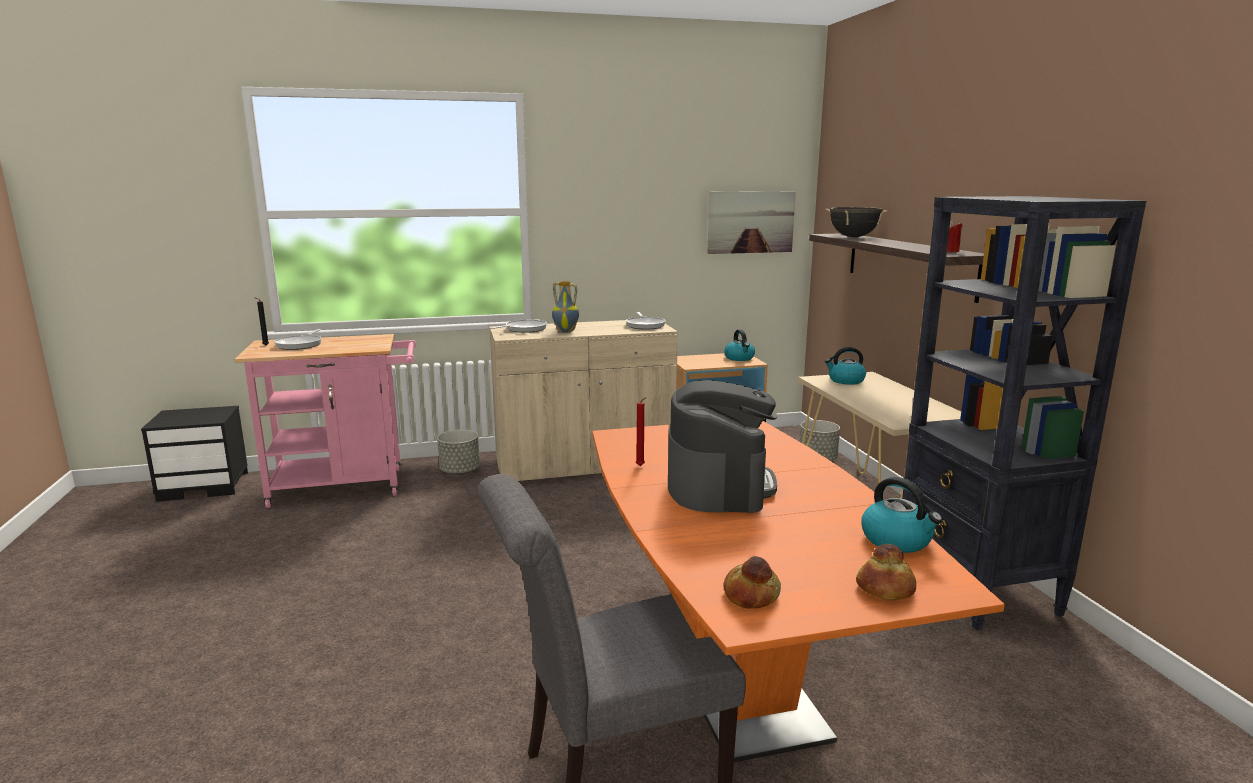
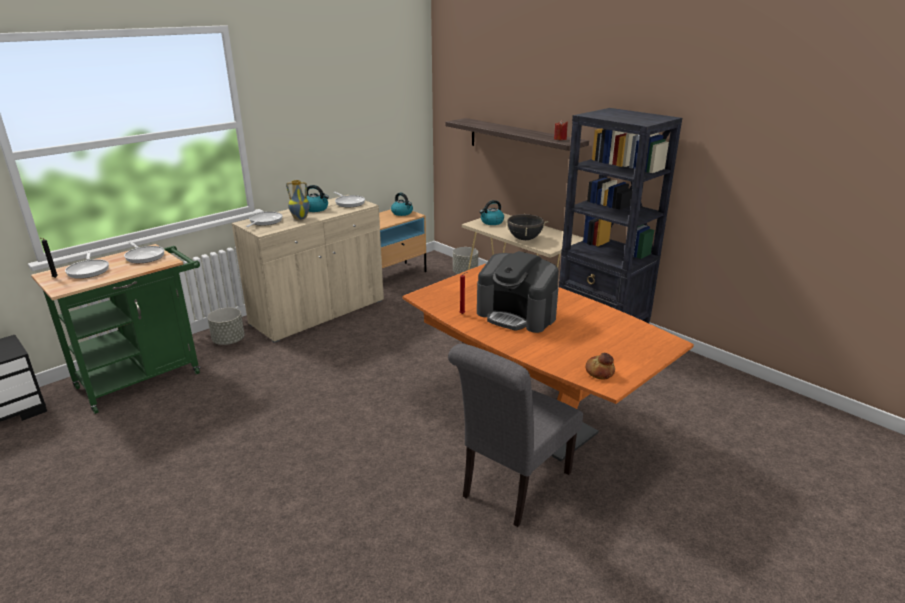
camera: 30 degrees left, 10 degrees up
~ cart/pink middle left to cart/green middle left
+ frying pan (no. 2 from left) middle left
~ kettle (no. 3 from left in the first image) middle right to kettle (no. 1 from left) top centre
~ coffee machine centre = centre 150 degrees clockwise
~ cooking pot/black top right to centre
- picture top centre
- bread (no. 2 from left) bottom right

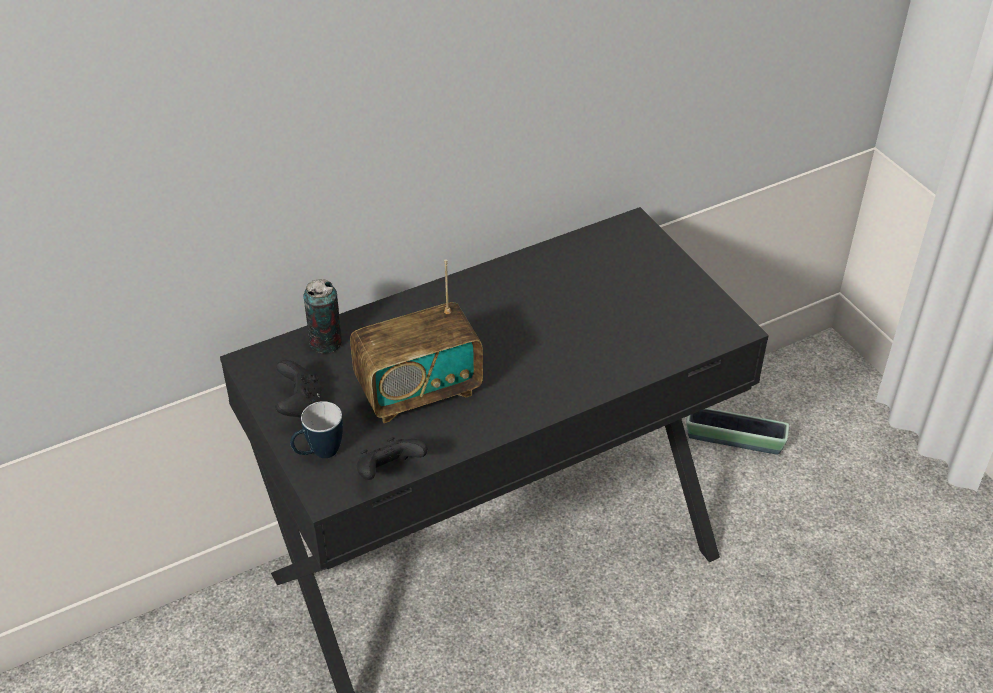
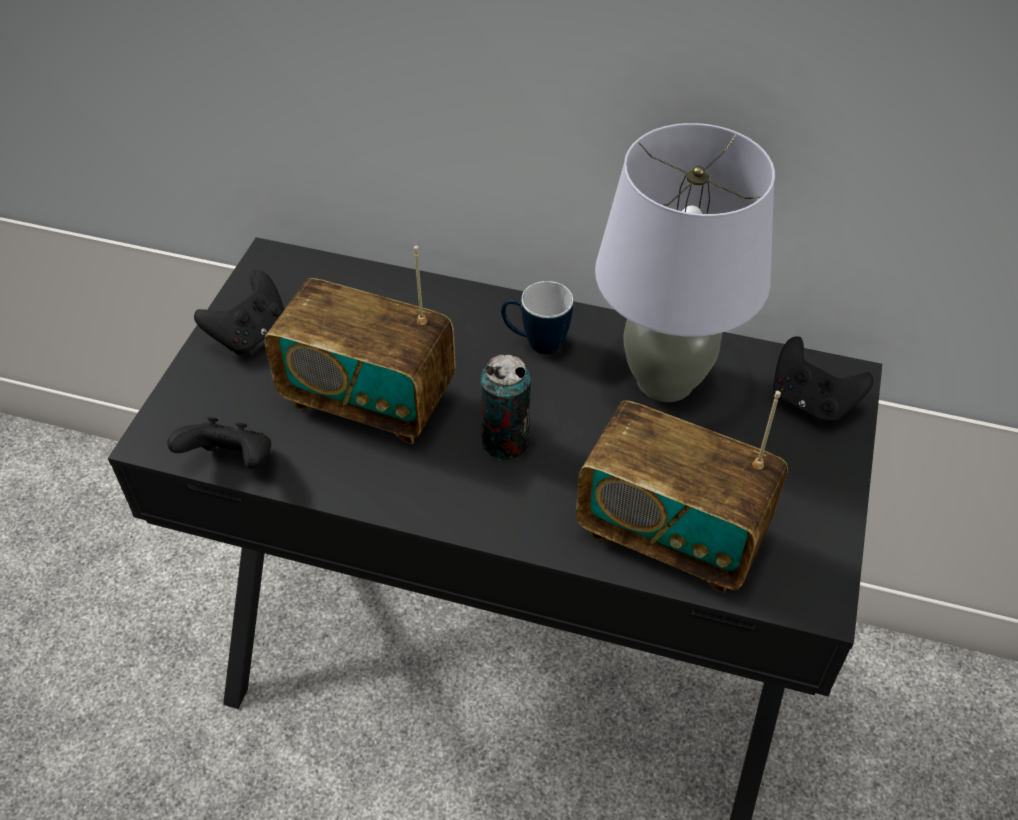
camera: 45 degrees right, 5 degrees up
~ can middle left to centre
~ mug middle left to centre
+ radio (no. 2 from left) middle right
+ table lamp/grey top right
+ game controller/black (no. 3 from left) middle right
- planter middle right

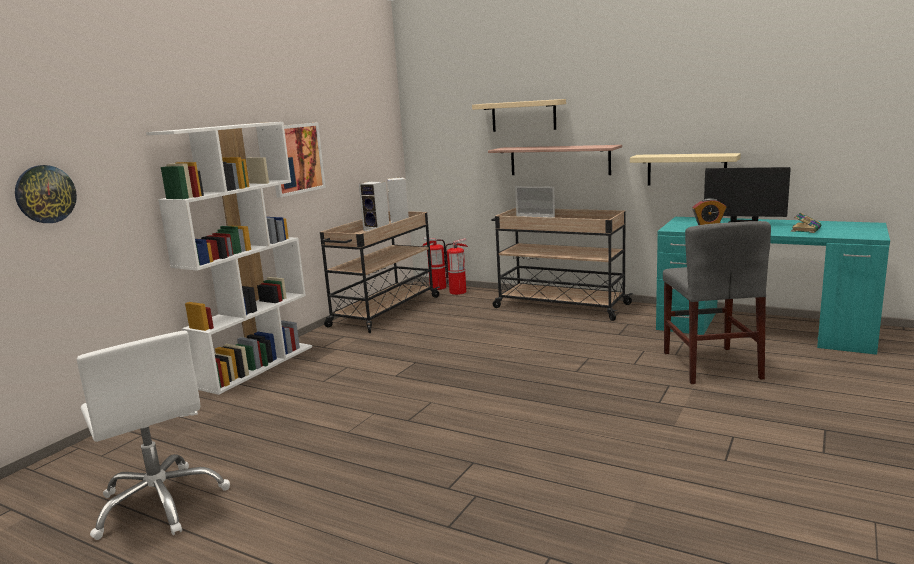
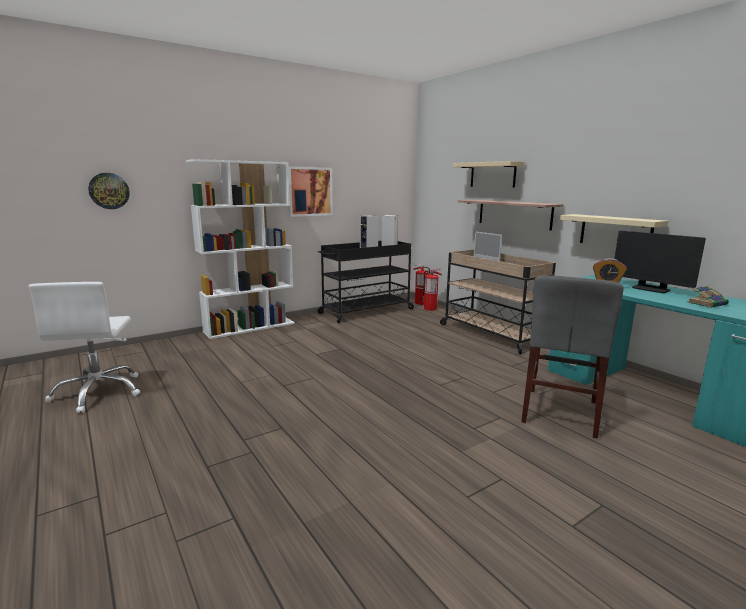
camera: 25 degrees right, 0 degrees up
~ cart/beige (no. 1 from left) centre to cart/black centre

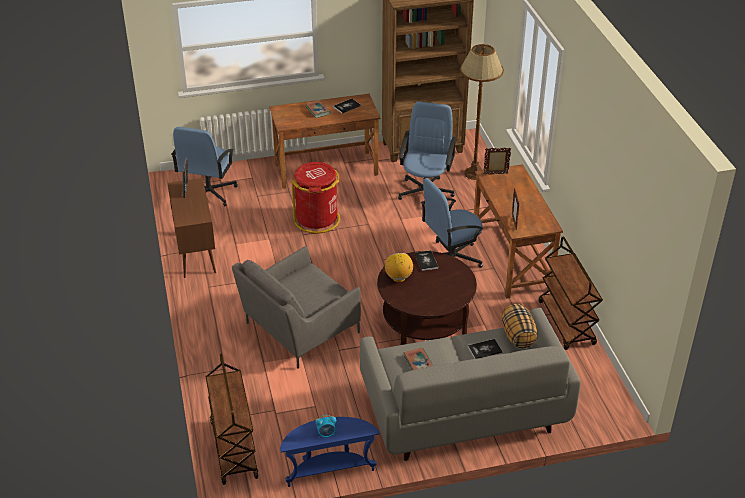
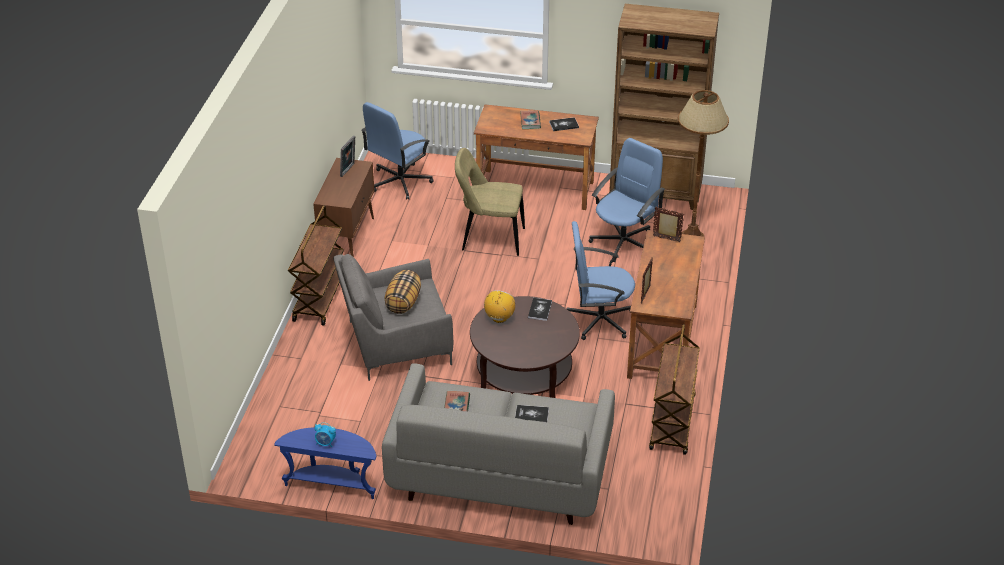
camera: 25 degrees right, 0 degrees up
~ cart/brown (no. 1 from left) bottom left to middle left
~ pillow middle right to centre
~ trash can/red centre to chair/beige centre

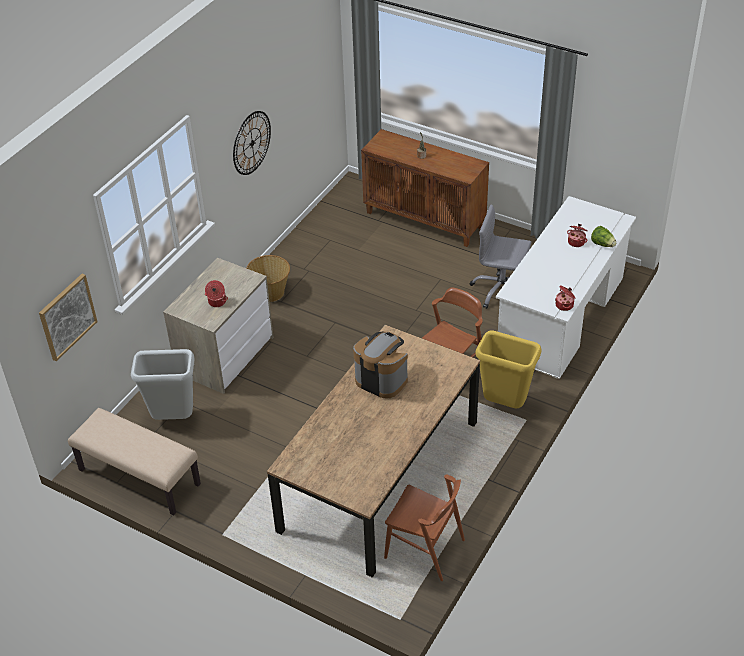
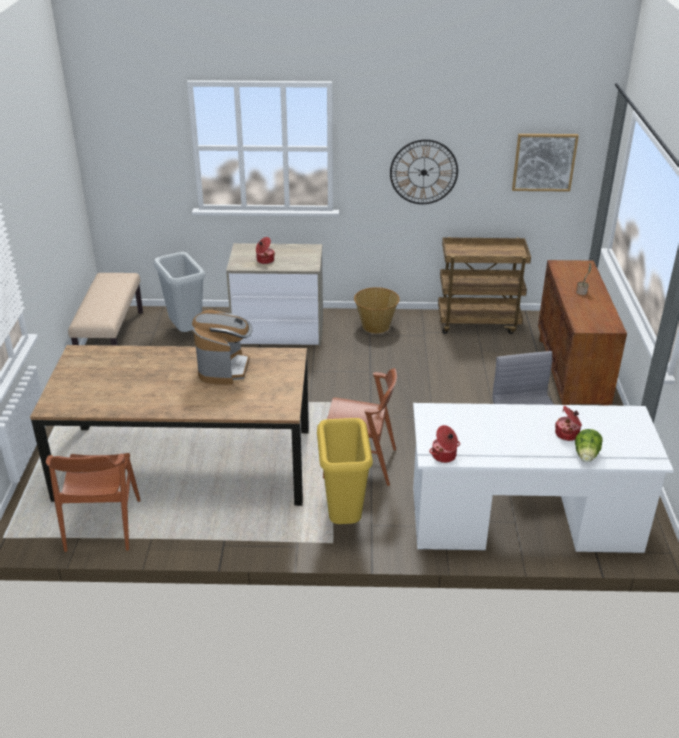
camera: 60 degrees right, 10 degrees down
+ cart/brown middle right
~ picture middle left to top right

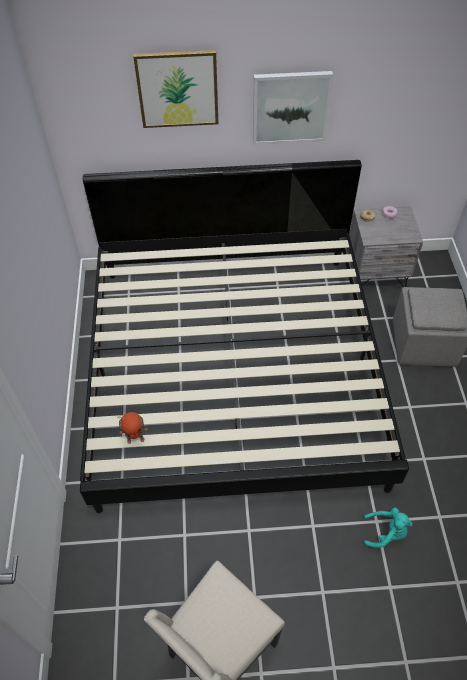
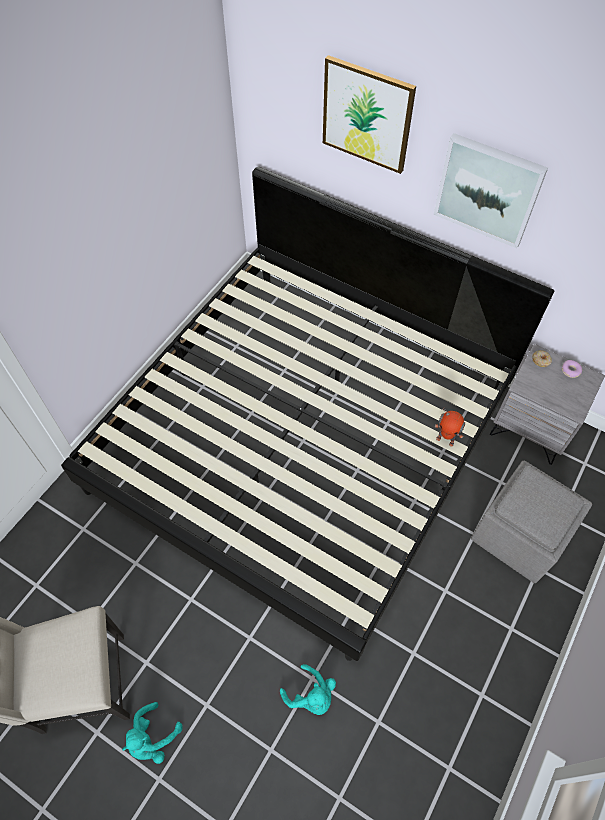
camera: 35 degrees right, 5 degrees up
+ plush toy/turquoise (no. 1 from left) bottom left
~ toy robot middle left to middle right

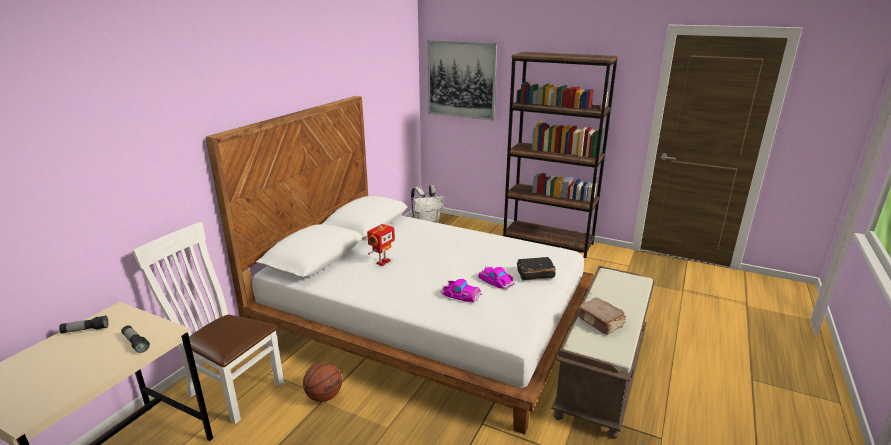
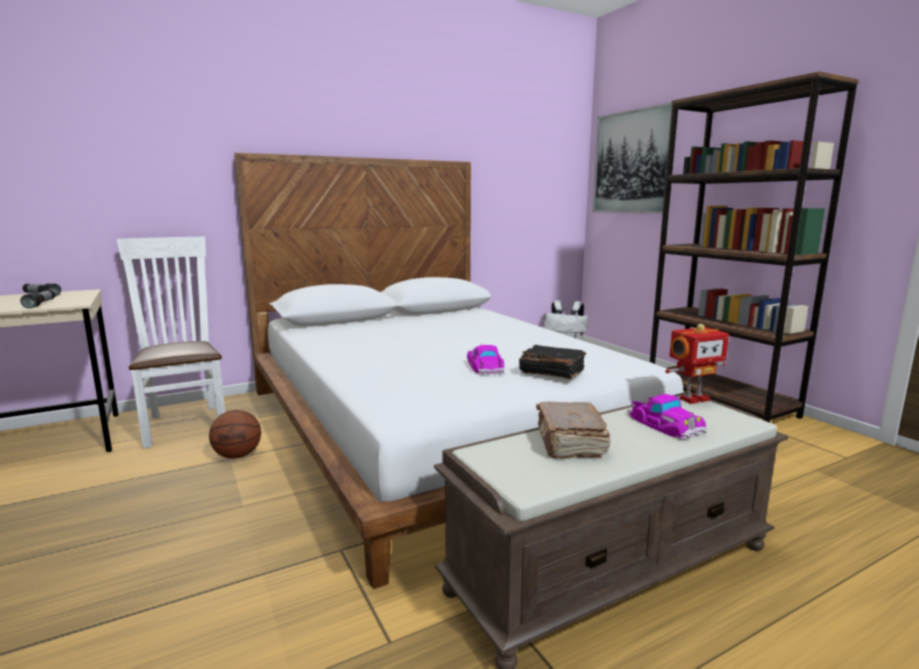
camera: 35 degrees right, 10 degrees down
~ toy car (no. 1 from left in the first image) centre to toy car (no. 2 from left) middle right
~ toy robot centre to middle right

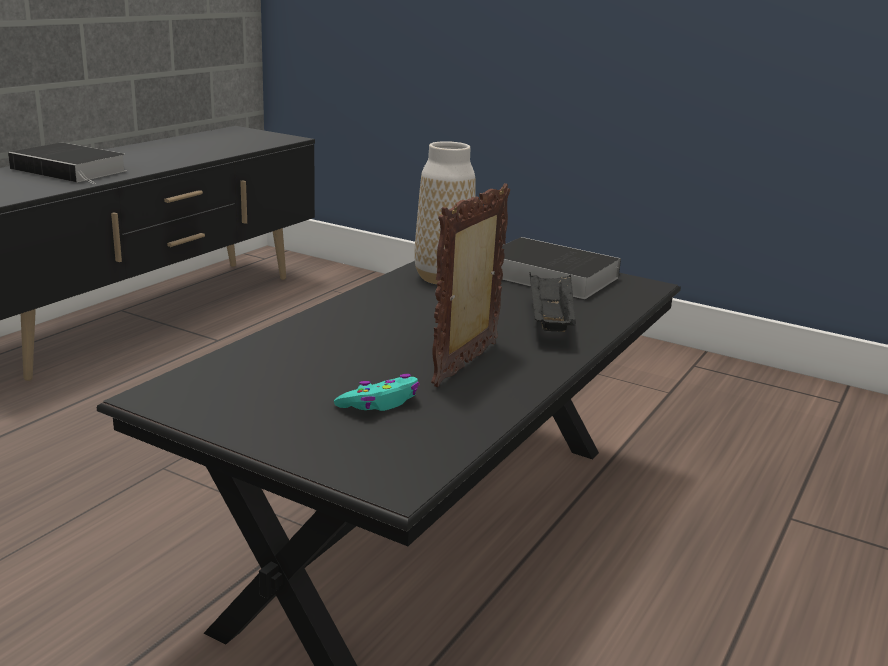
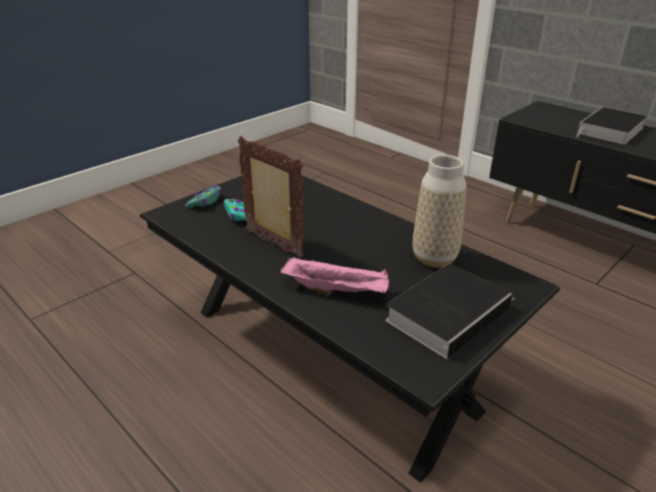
camera: 105 degrees right, 10 degrees up
+ game controller/turquoise (no. 1 from left) middle left
~ tray/black centre to tray/pink centre

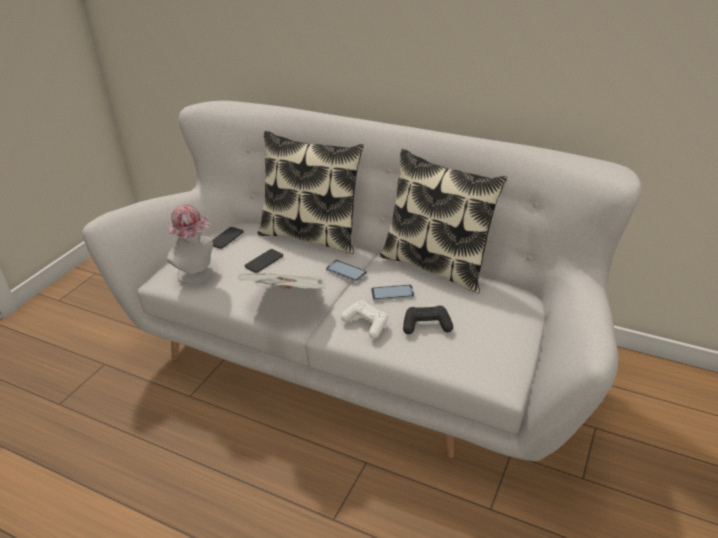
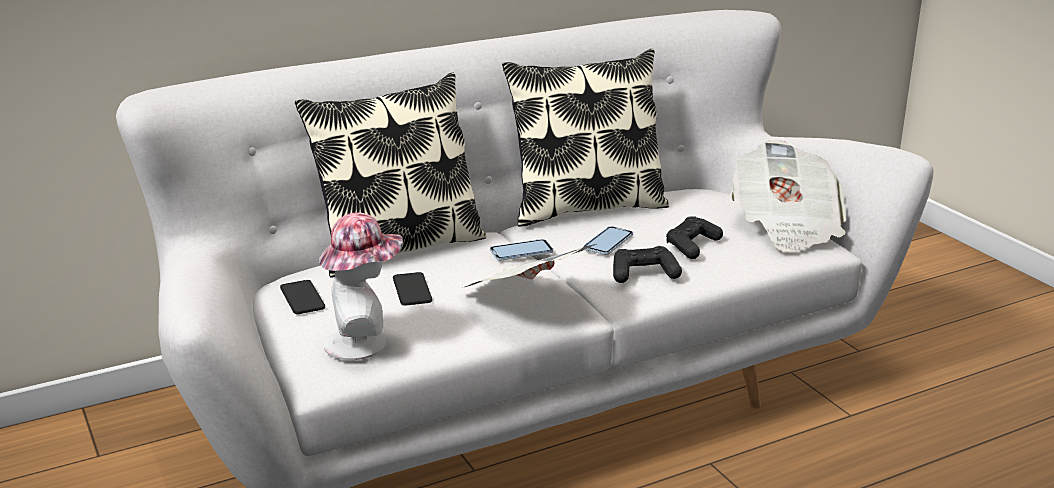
camera: 55 degrees left, 10 degrees down
~ game controller/white centre to game controller/black (no. 1 from left) centre
+ newspaper (no. 2 from left) middle right

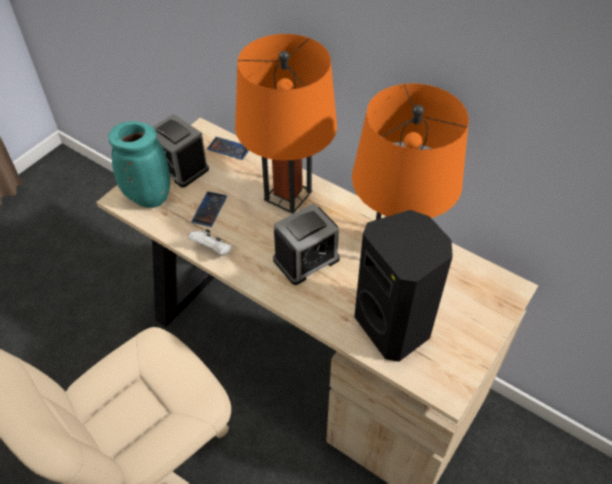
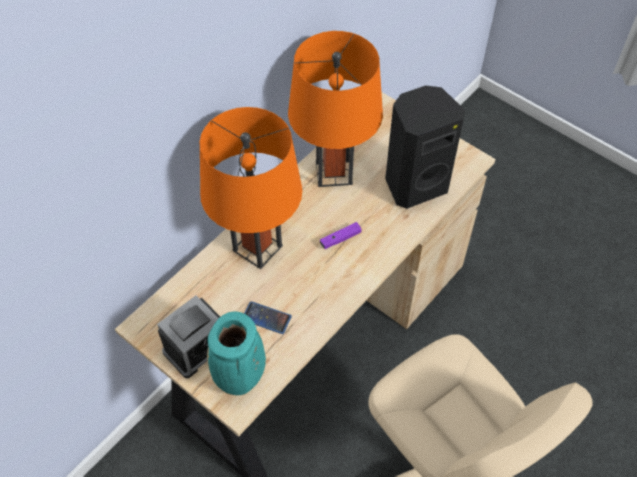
camera: 85 degrees left, 5 degrees up
~ alarm clock (no. 2 from left) centre to game controller/purple centre
- game controller/white centre
- phone (no. 2 from left) top centre

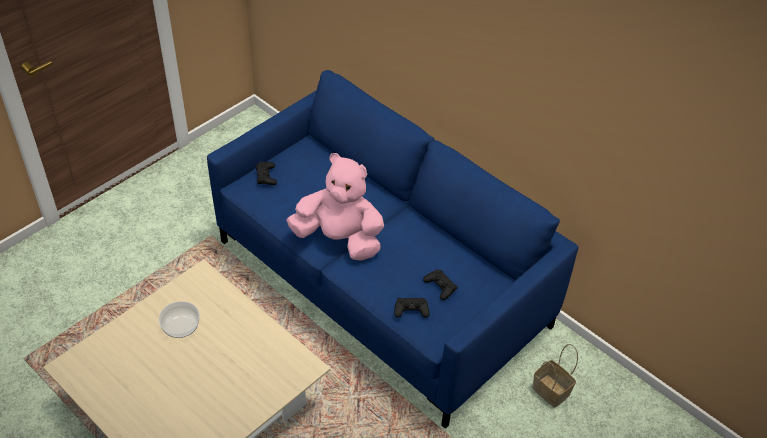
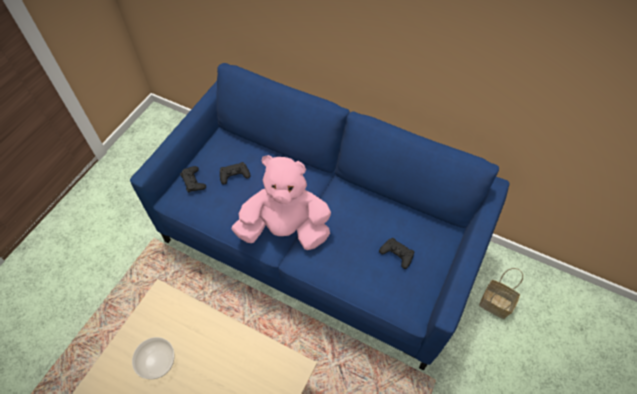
camera: 15 degrees left, 10 degrees up
~ game controller/black (no. 2 from left) bottom centre to centre

